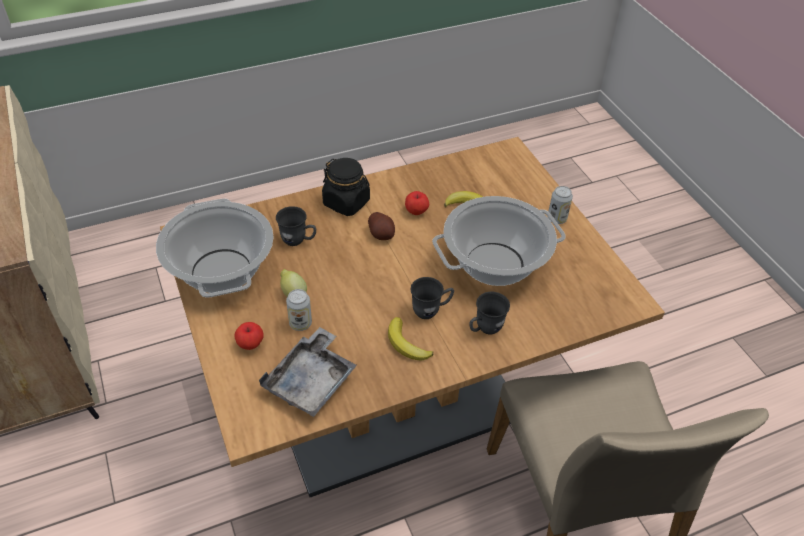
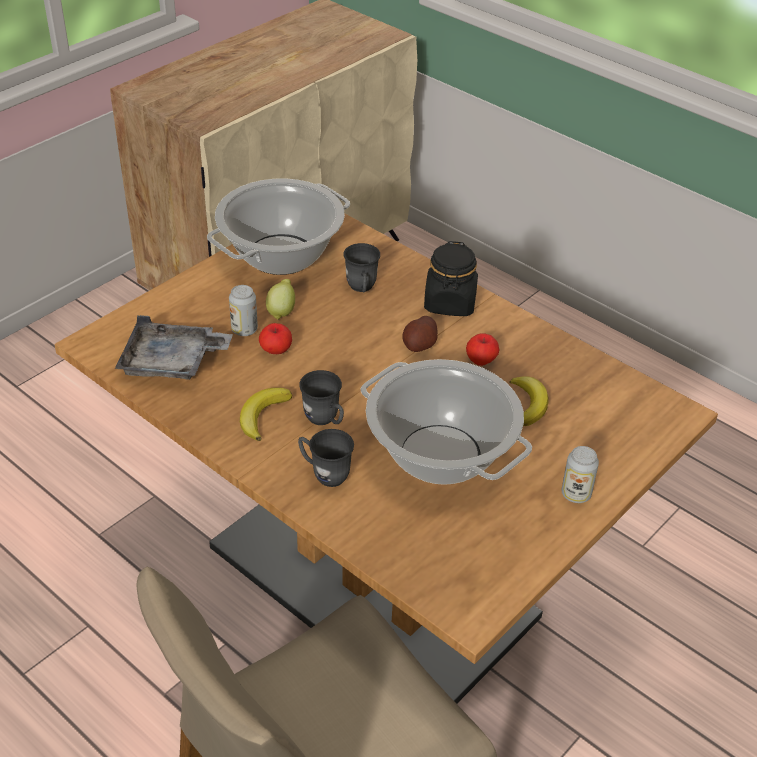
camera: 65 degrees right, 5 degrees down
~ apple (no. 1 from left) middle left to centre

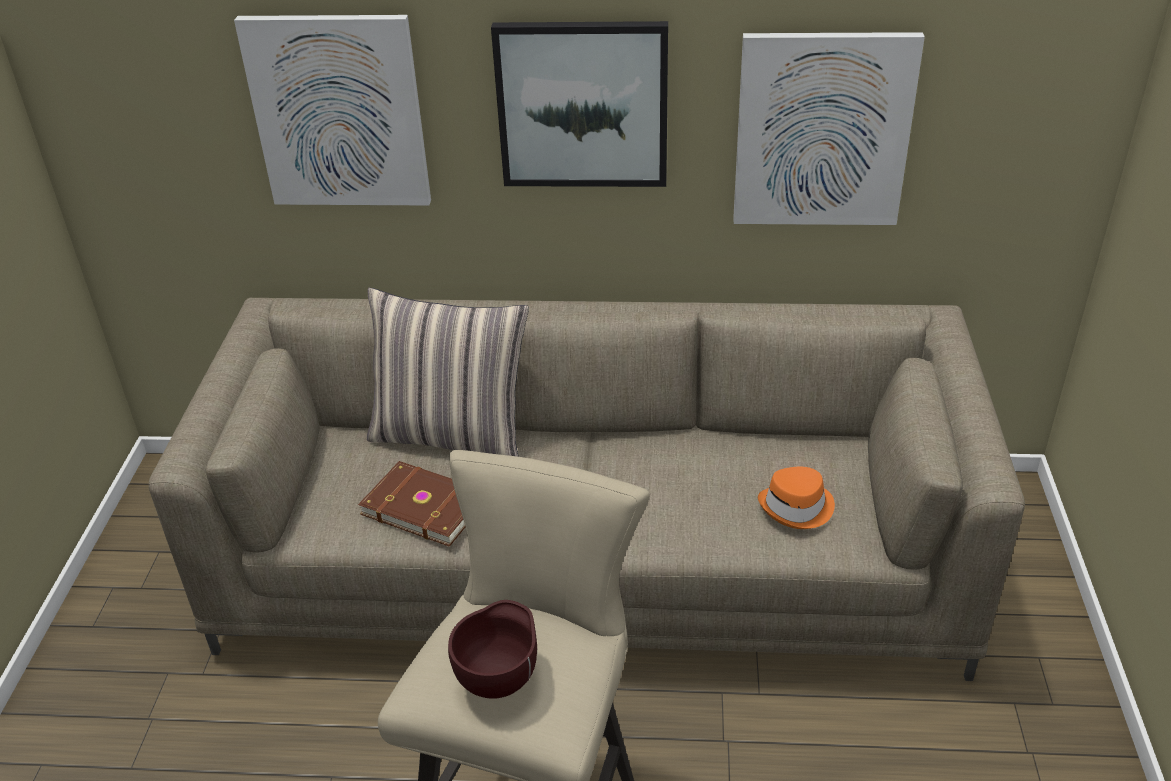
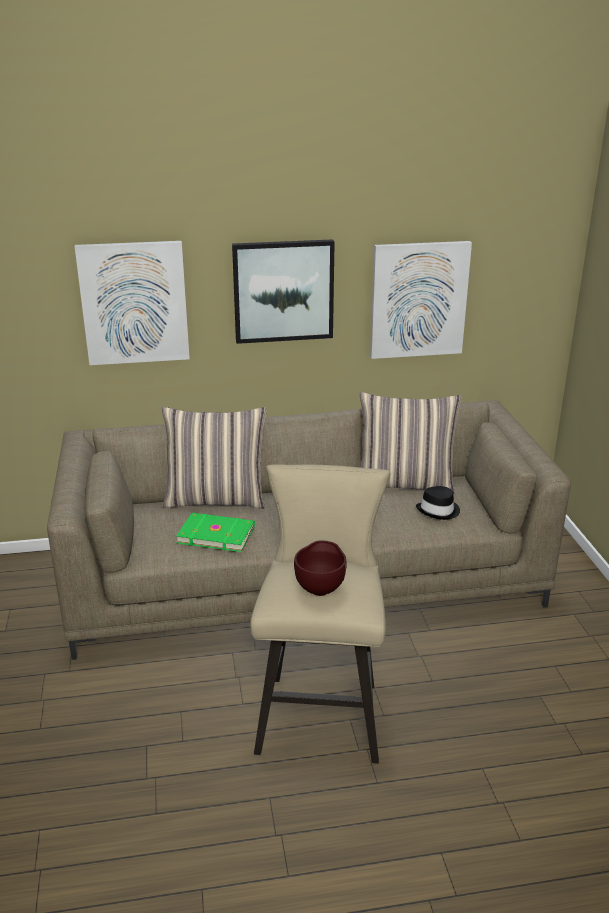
camera: 15 degrees left, 10 degrees down
~ book/brown centre to book/green centre
+ pillow (no. 2 from left) middle right
~ hat/orange middle right to hat/black middle right

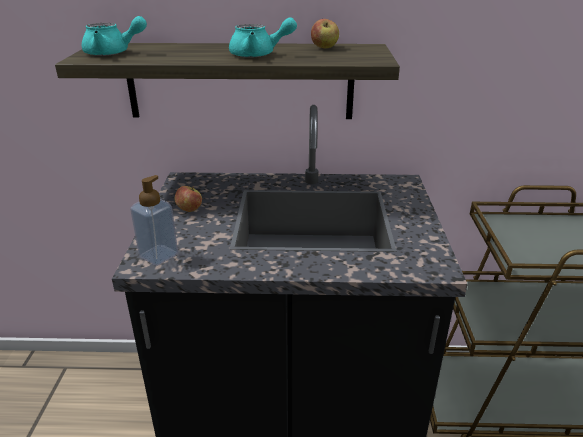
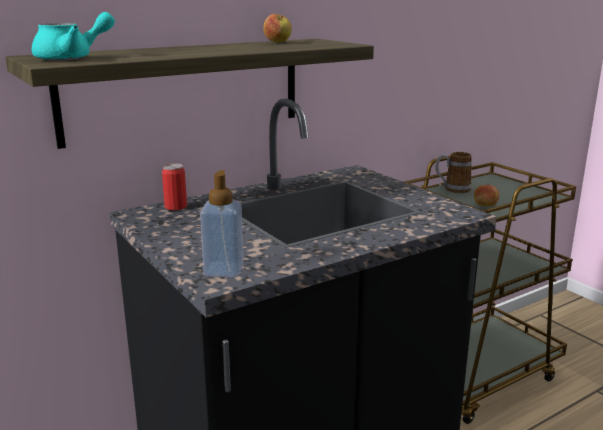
camera: 35 degrees left, 10 degrees down
+ can middle left
+ mug middle right
~ apple (no. 1 from left in the first image) middle left to apple (no. 2 from left) middle right
- teapot/turquoise (no. 2 from left) top centre

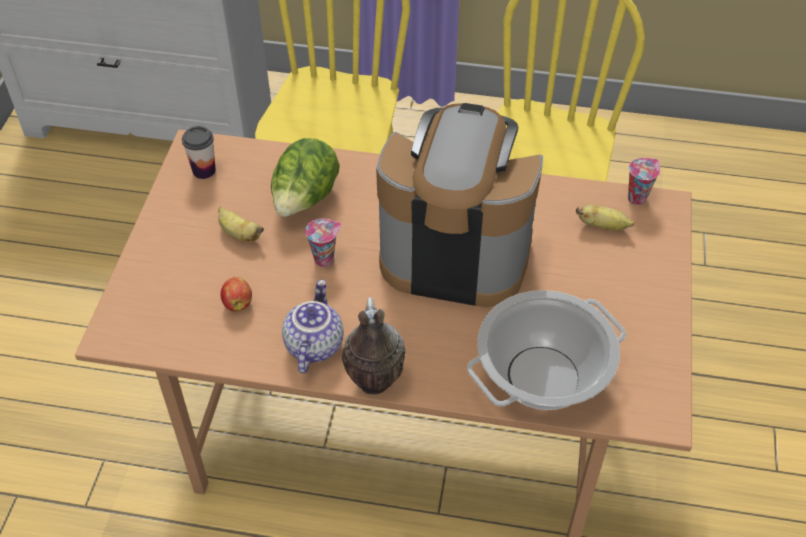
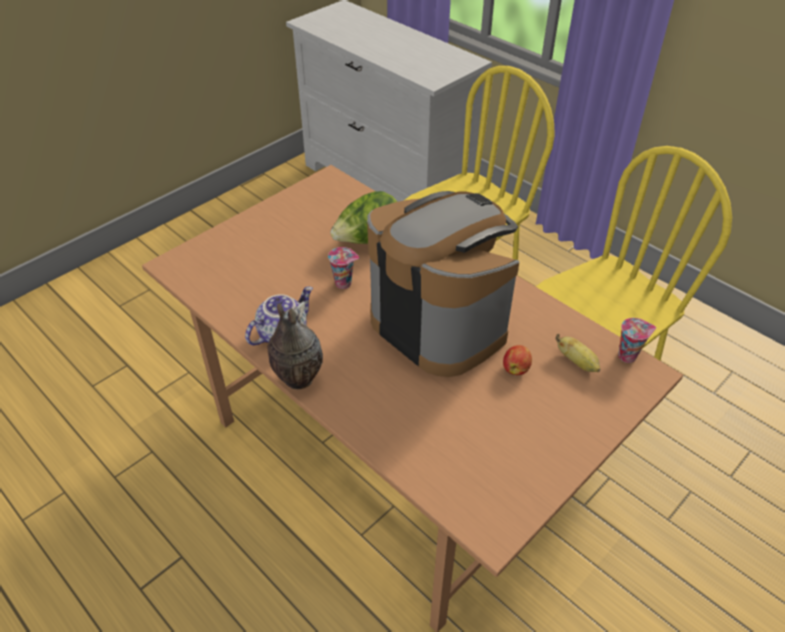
camera: 35 degrees right, 5 degrees down
~ apple middle left to centre
- cup (no. 1 from left) top left
- banana (no. 1 from left) middle left
- cooking pot middle right

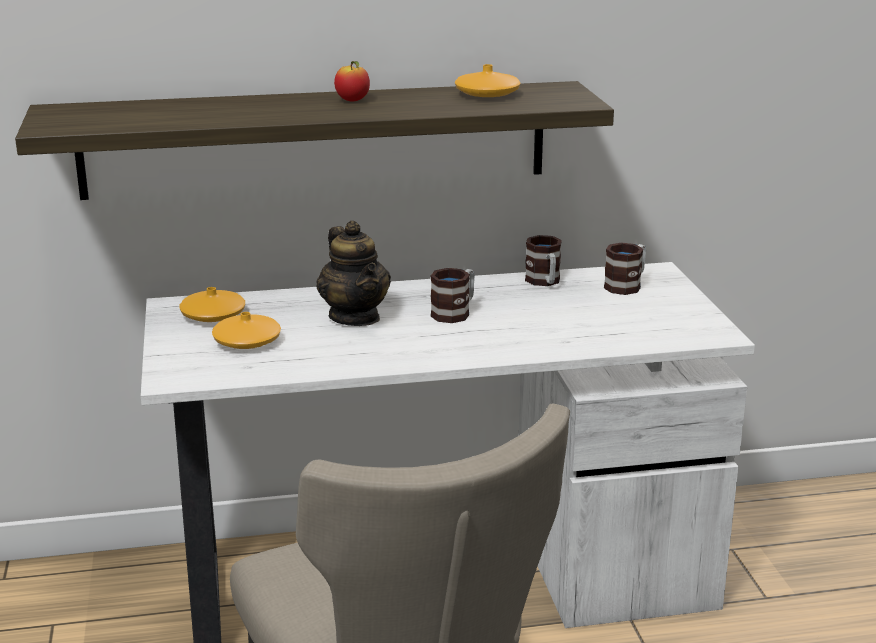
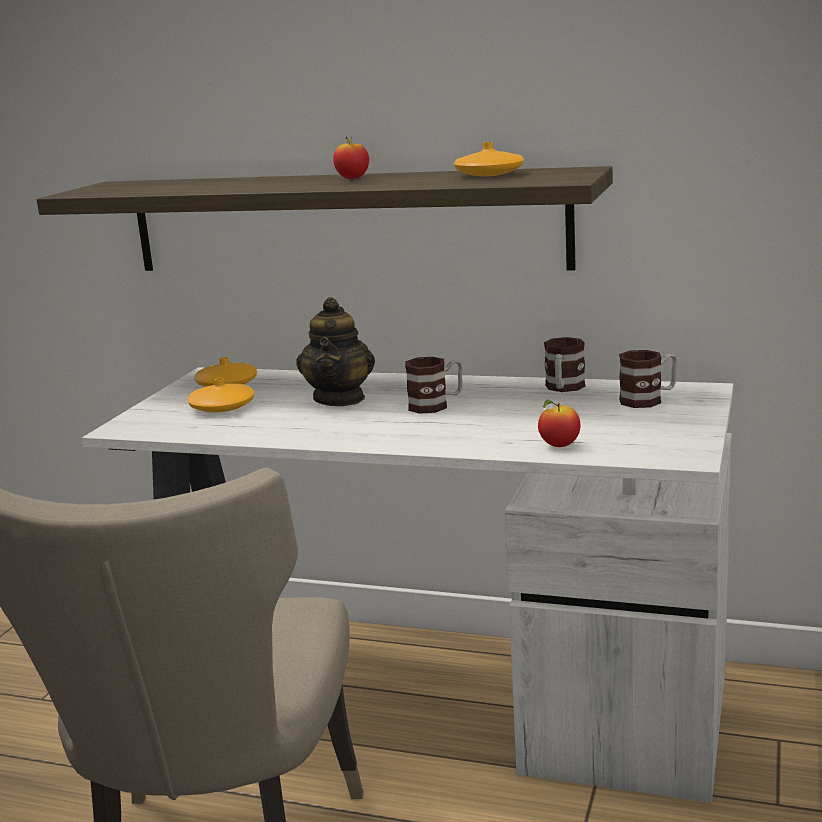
camera: 30 degrees right, 5 degrees down
+ apple (no. 2 from left) middle right

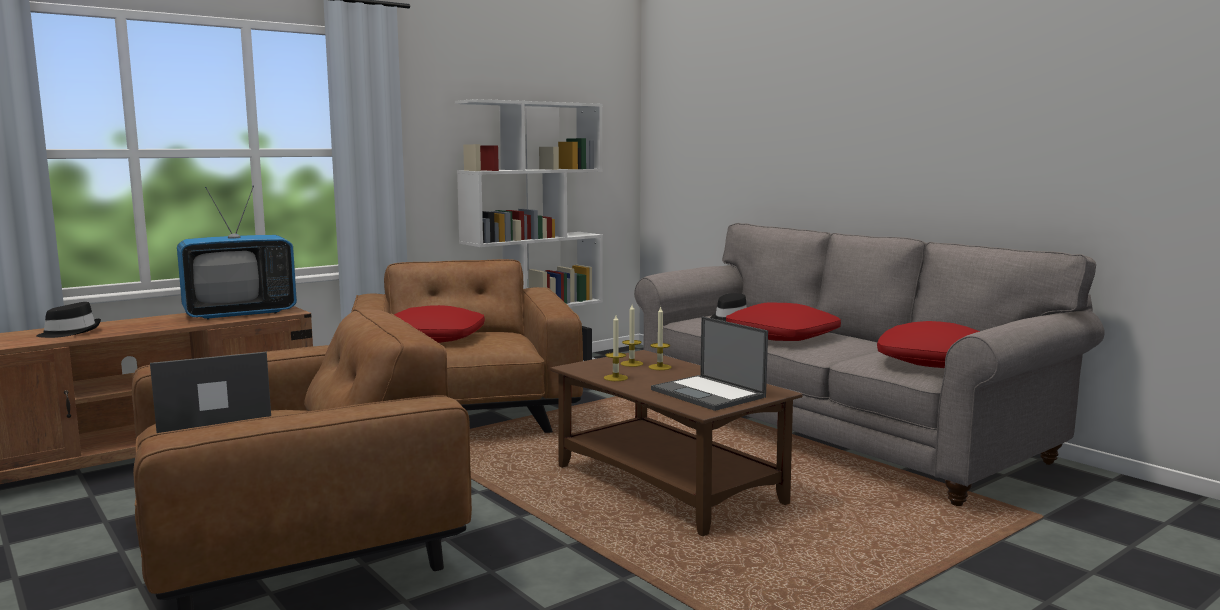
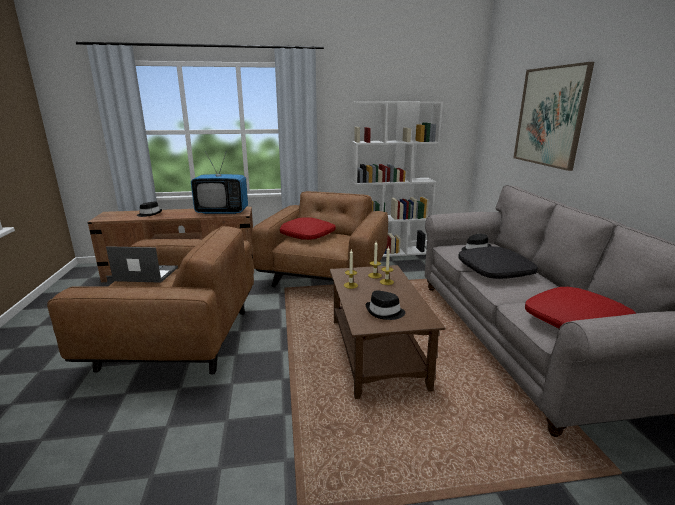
camera: 30 degrees right, 10 degrees up
~ laptop (no. 2 from left) centre to hat/black (no. 2 from left) centre
~ pillow/red (no. 2 from left) centre to pillow/black middle right
+ picture top right

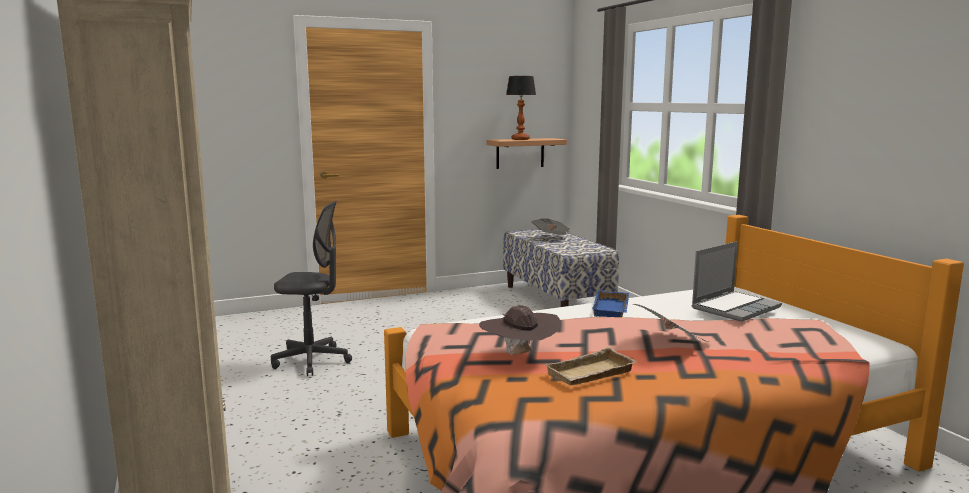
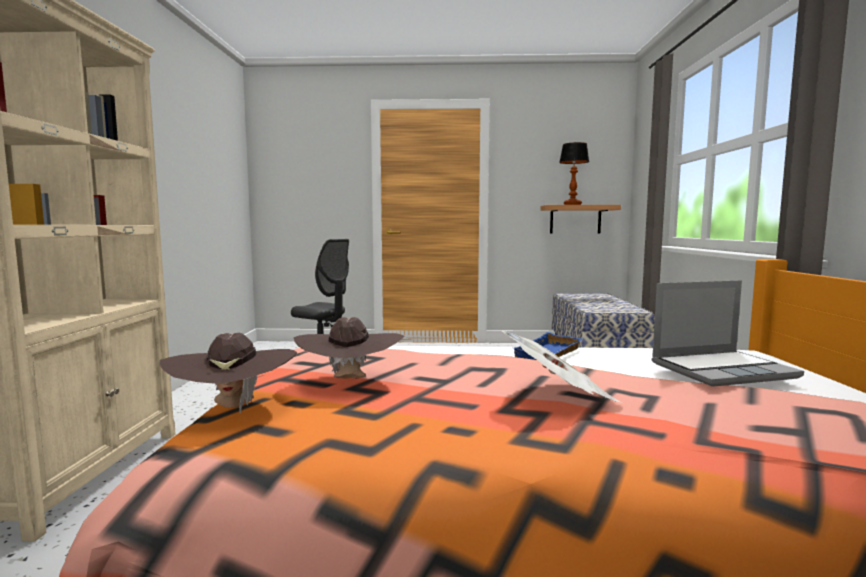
camera: 25 degrees right, 5 degrees down
+ hat/brown (no. 1 from left) middle left
- newspaper (no. 1 from left) centre
- tray/beige bottom centre

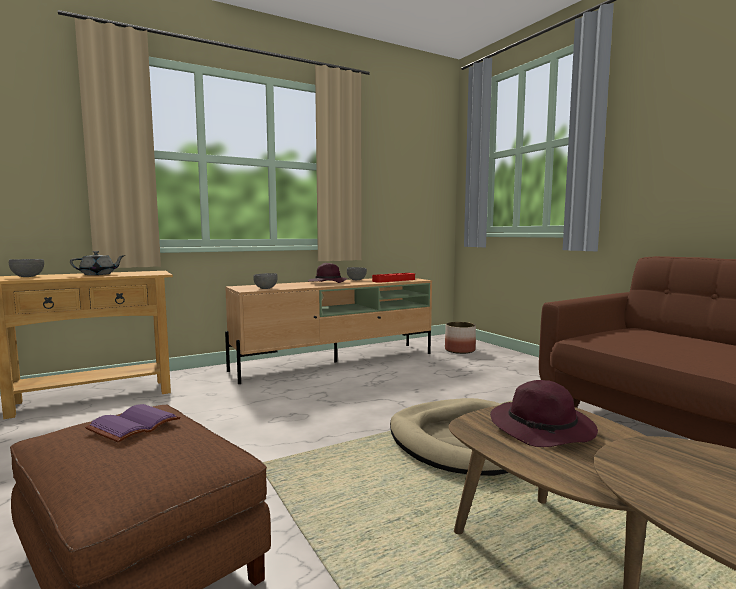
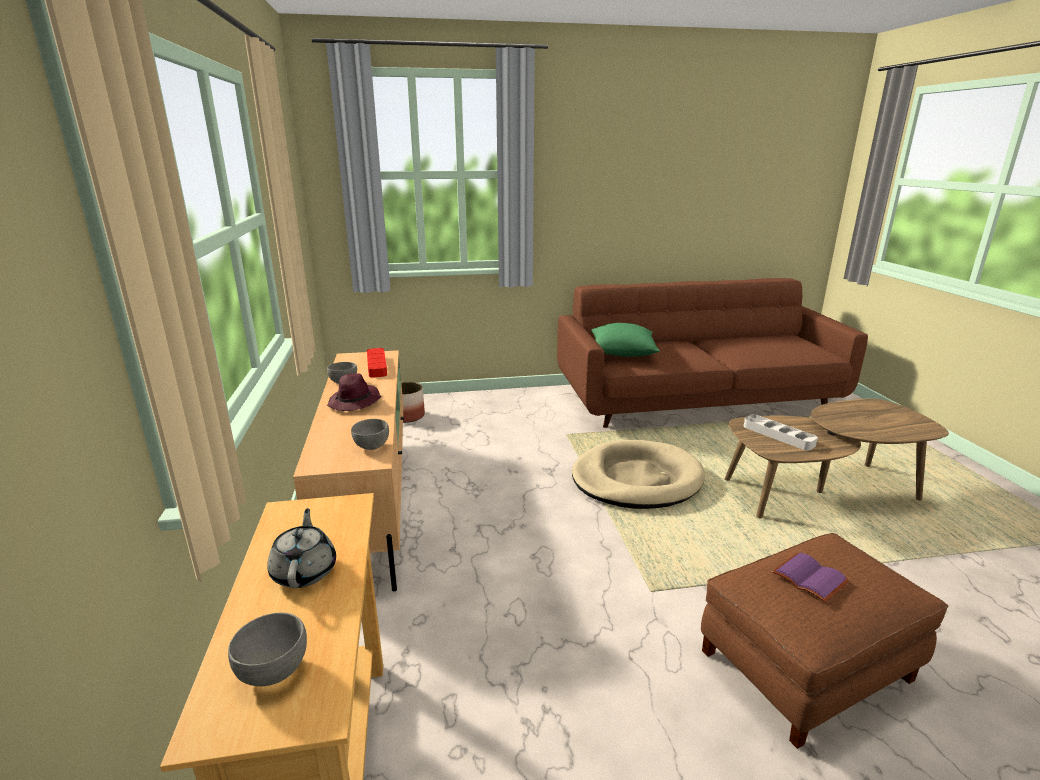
camera: 70 degrees left, 15 degrees up
+ pillow/green centre
~ hat/purple (no. 2 from left) bottom right to tray/grey middle right

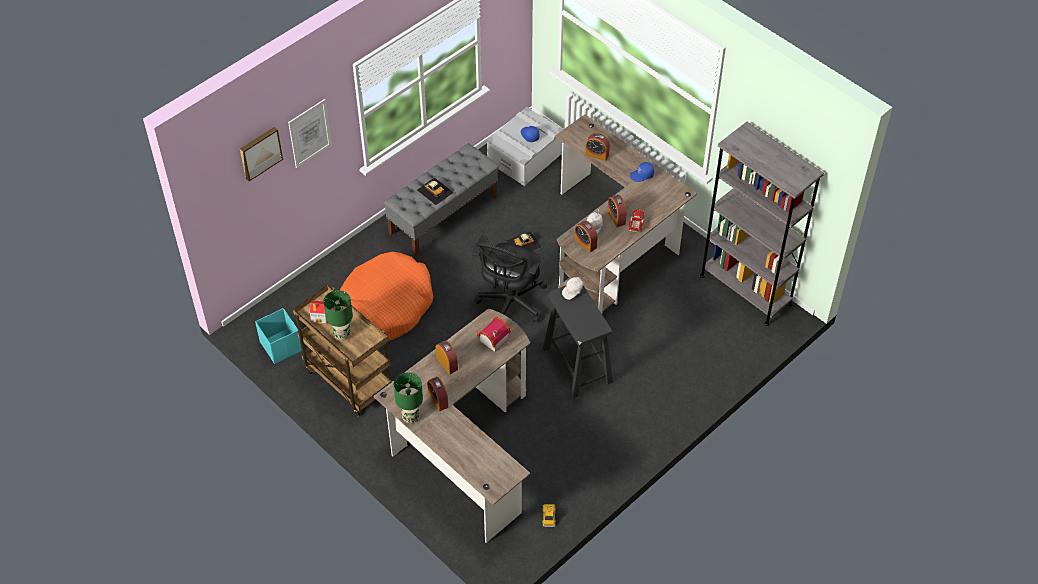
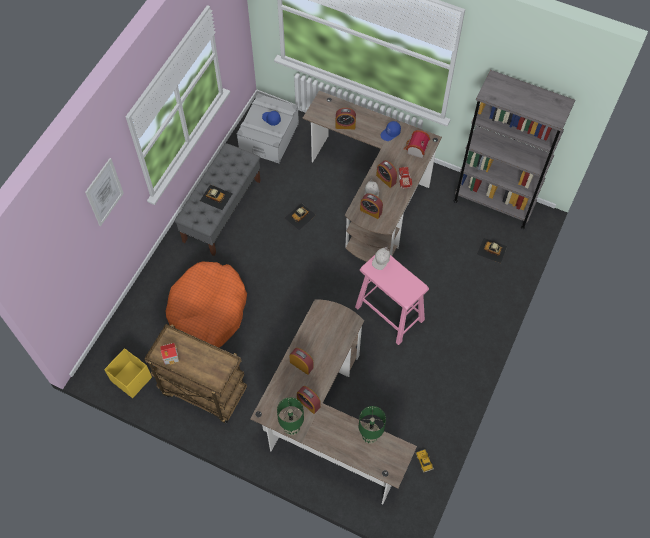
camera: 20 degrees left, 10 degrees up
~ storage box/turquoise middle left to storage box/yellow bottom left
~ stool/black centre to stool/pink centre
~ table lamp/green (no. 1 from left in the first image) middle left to table lamp/green (no. 2 from left) bottom centre
~ toy house (no. 2 from left) centre to top centre
+ toy car (no. 4 from left) middle right
- picture (no. 1 from left) top left
- office chair/black centre

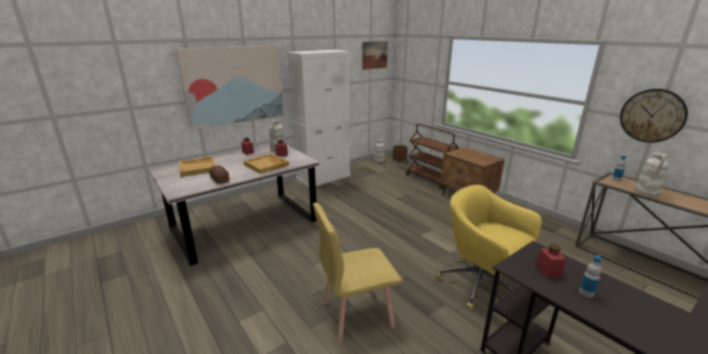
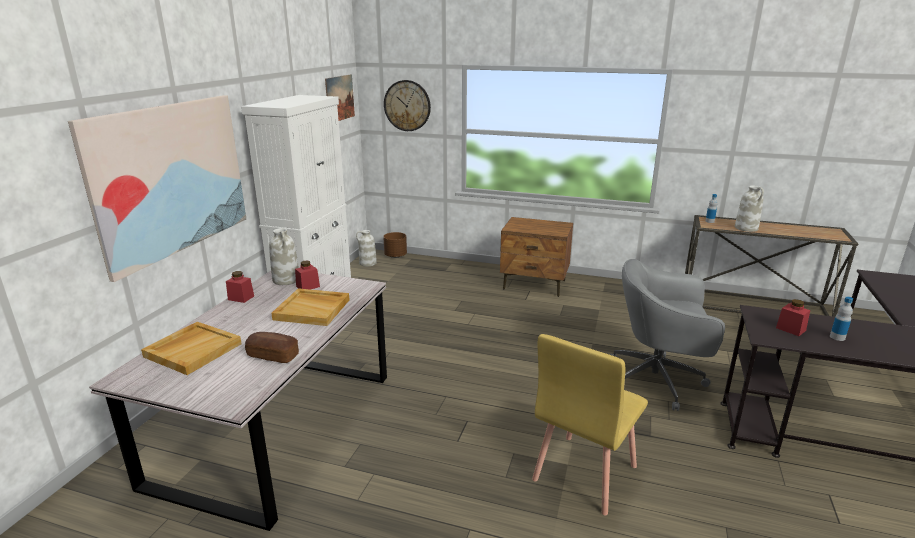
camera: 35 degrees left, 0 degrees up
~ wall clock top right to top centre
~ office chair/yellow bottom right to office chair/grey middle right
- cart/brown centre

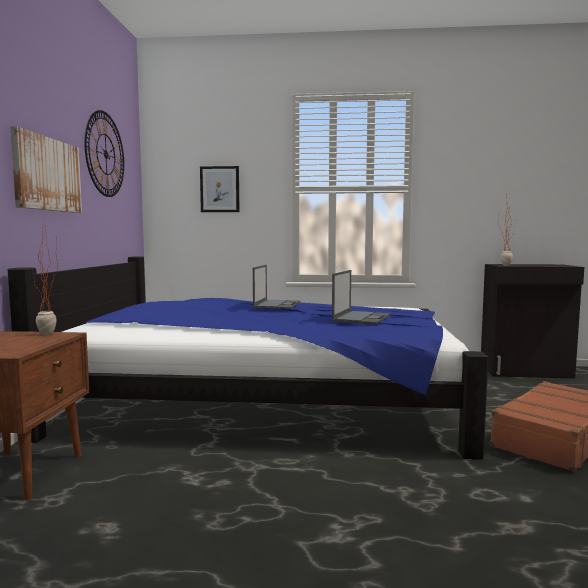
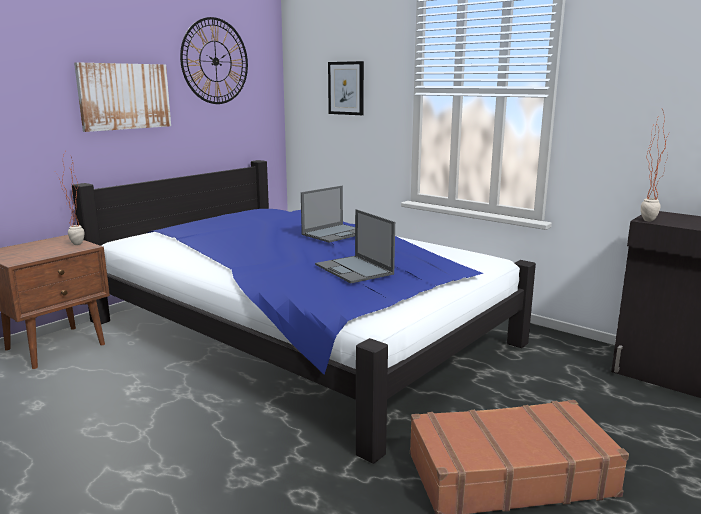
camera: 35 degrees right, 10 degrees up
~ laptop (no. 2 from left) centre = centre 90 degrees clockwise

